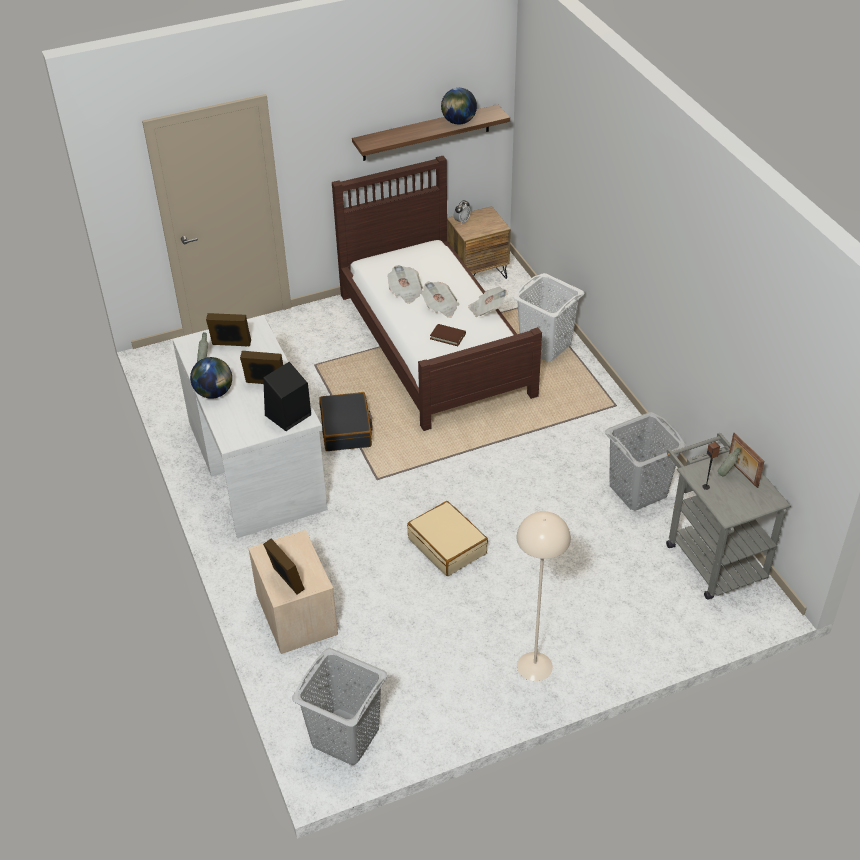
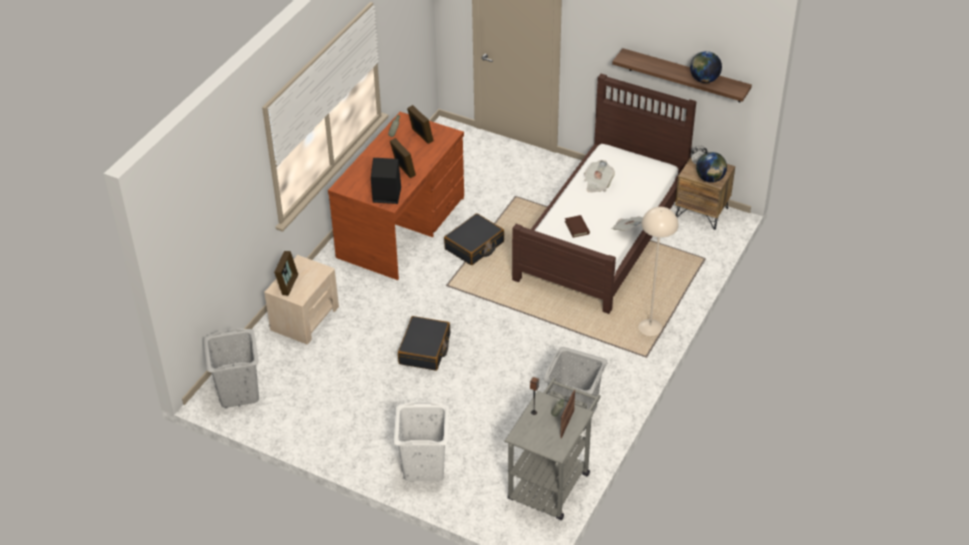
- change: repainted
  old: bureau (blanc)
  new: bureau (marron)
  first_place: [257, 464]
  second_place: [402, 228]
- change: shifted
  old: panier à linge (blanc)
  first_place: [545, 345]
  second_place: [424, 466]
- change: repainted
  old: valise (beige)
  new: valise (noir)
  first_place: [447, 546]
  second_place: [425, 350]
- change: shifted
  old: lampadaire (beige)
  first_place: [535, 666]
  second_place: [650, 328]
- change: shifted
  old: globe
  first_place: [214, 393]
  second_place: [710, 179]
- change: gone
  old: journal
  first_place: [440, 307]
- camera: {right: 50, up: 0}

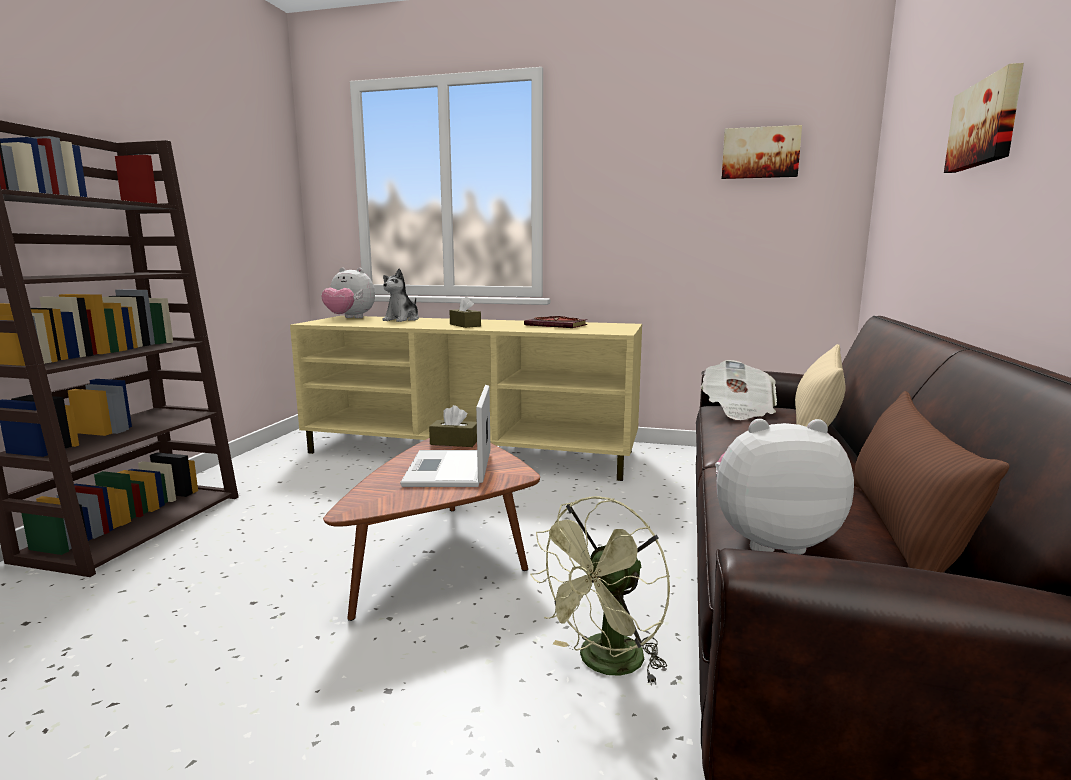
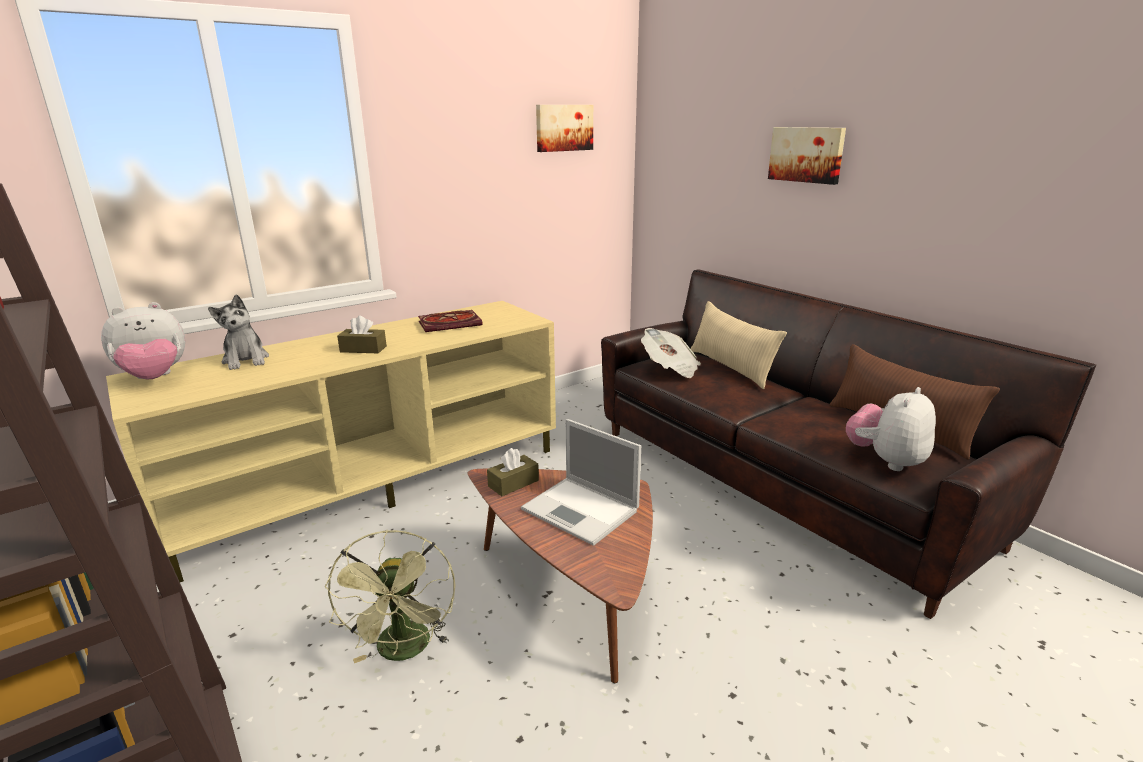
- change: shifted
  old: ventilateur (vert)
  first_place: [604, 665]
  second_place: [405, 651]
- camera: {right: -50, up: 10}

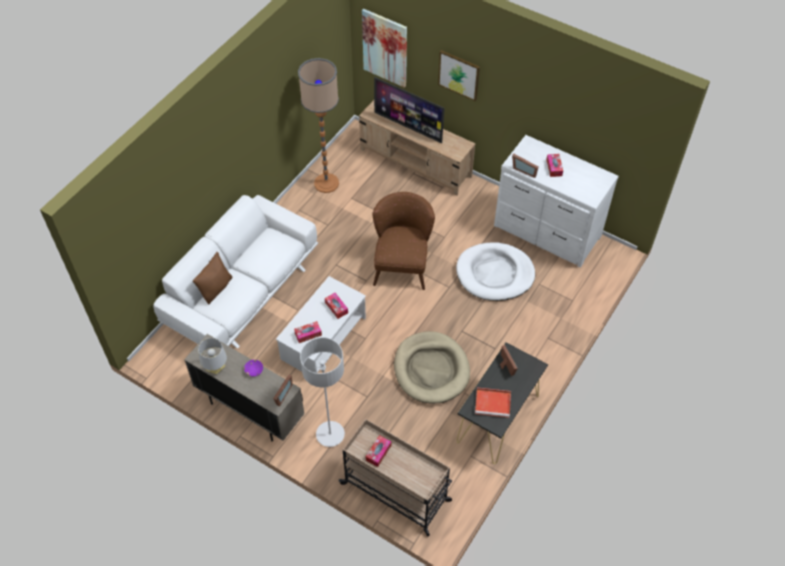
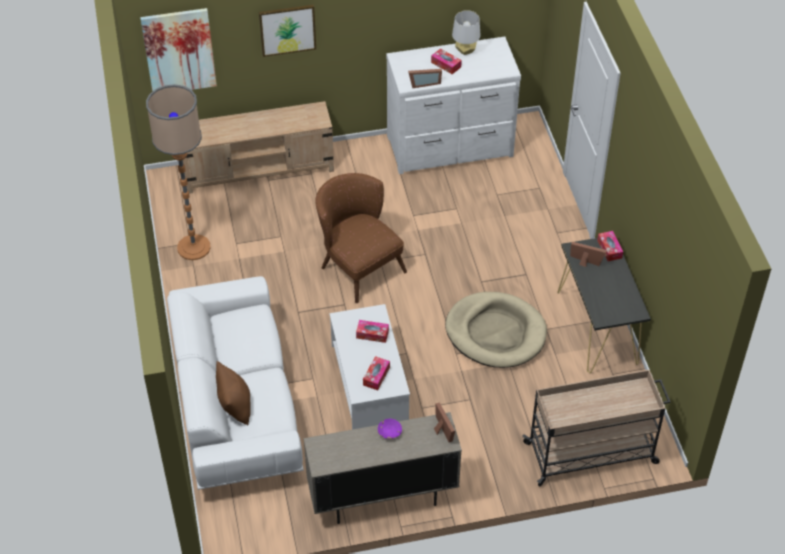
- change: shifted
  old: lampe de table (gris)
  first_place: [216, 368]
  second_place: [465, 51]
- change: shifted
  old: boîte à mouchoirs
  first_place: [378, 453]
  second_place: [609, 249]
- change: gone
  old: lampadaire (gris)
  first_place: [330, 434]
- change: gone
  old: téléviseur
  first_place: [408, 127]
- change: gone
  old: panier pour chien (blanc)
  first_place: [495, 274]
- change: gone
  old: plateau (rouge)
  first_place: [493, 403]
- camera: {right: -45, up: -5}

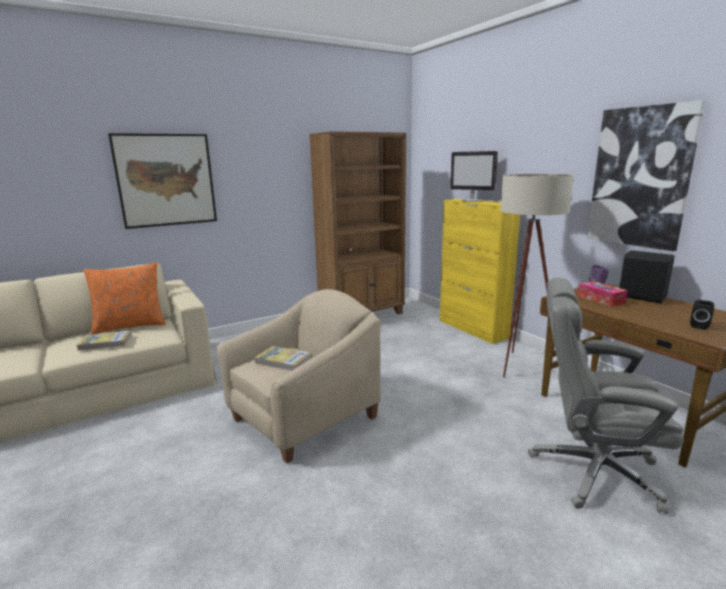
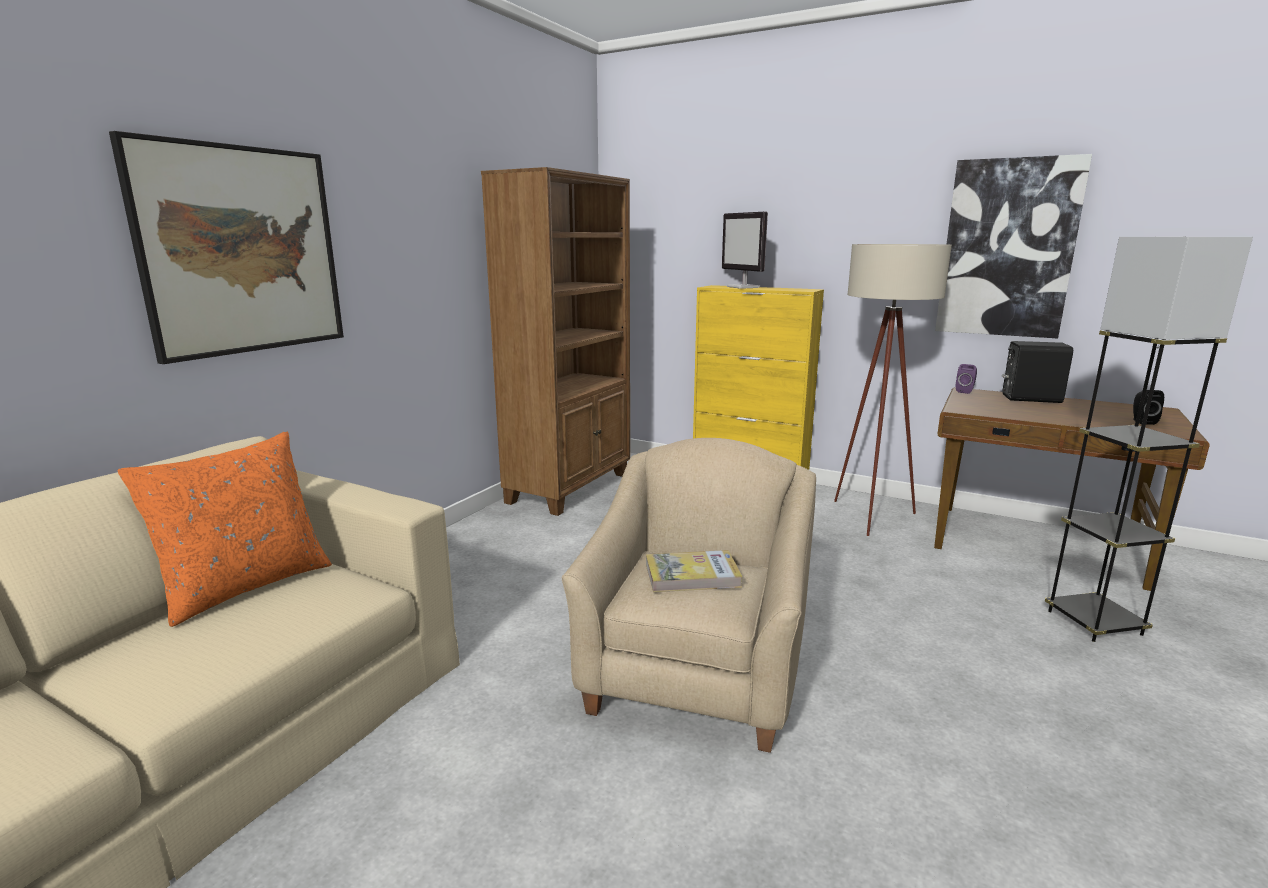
- change: rotated
  old: écran d'ordinateur
  first_place: [472, 201]
  second_place: [743, 287]
  degrees: 60
- change: swapped
  old: chaise de bureau (gris)
  new: lampadaire (gris)
  first_place: [592, 470]
  second_place: [1094, 622]
- change: gone
  old: livre
  first_place: [105, 342]
- change: gone
  old: boîte à mouchoirs
  first_place: [600, 299]
- camera: {right: -30, up: 0}

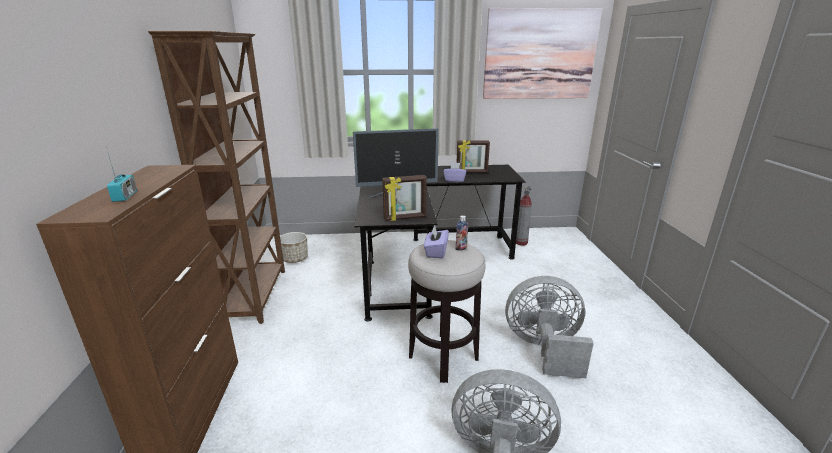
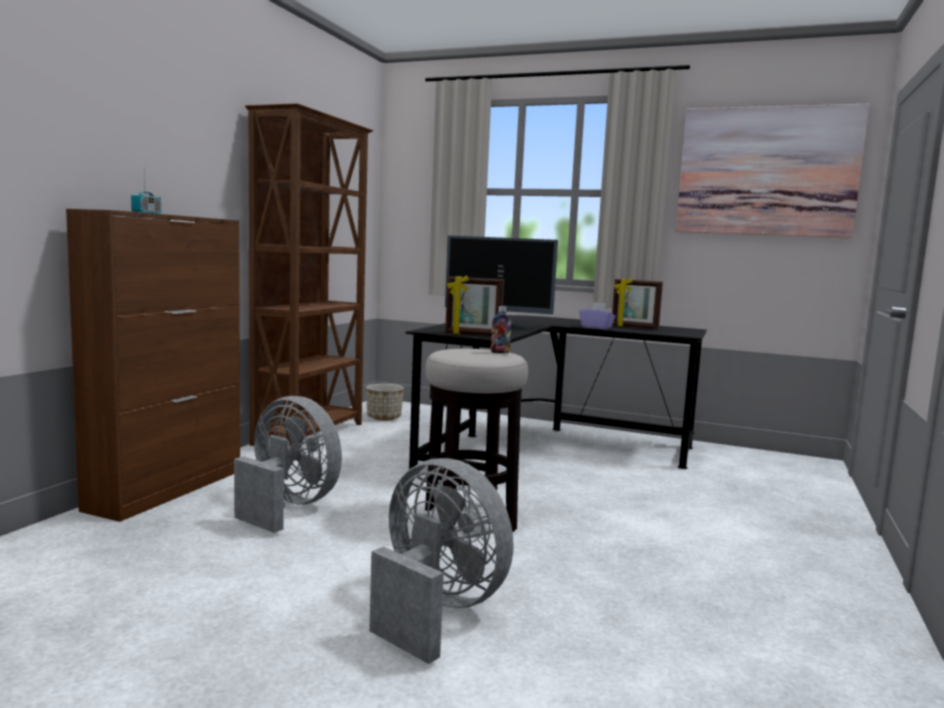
- change: shifted
  old: ventilateur (gris)
  first_place: [544, 349]
  second_place: [288, 507]
- change: gone
  old: boîte à mouchoirs (violet)
  first_place: [436, 252]
- change: gone
  old: extincteur
  first_place: [521, 242]
- camera: {right: 25, up: -15}

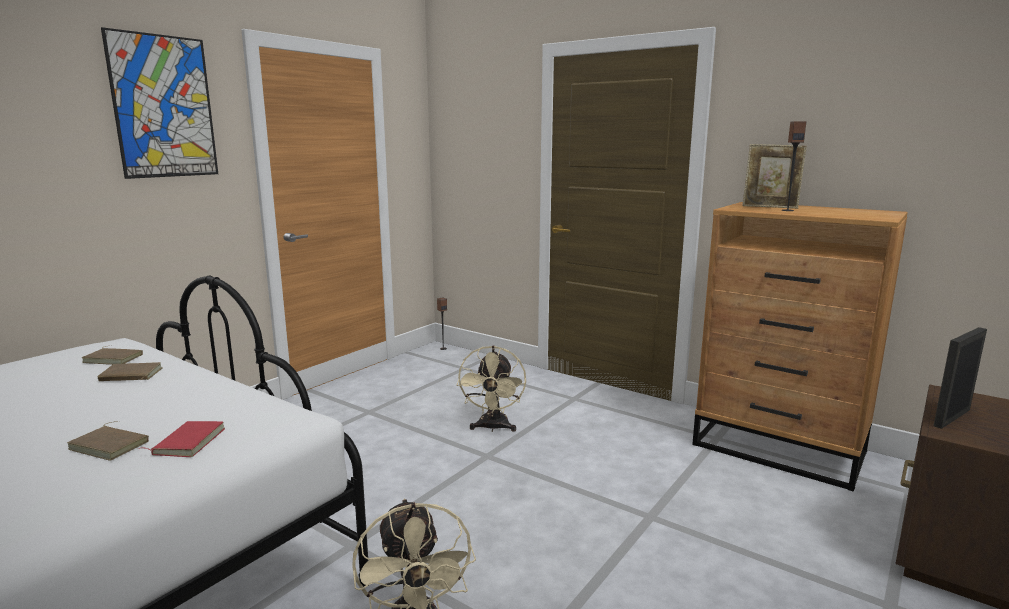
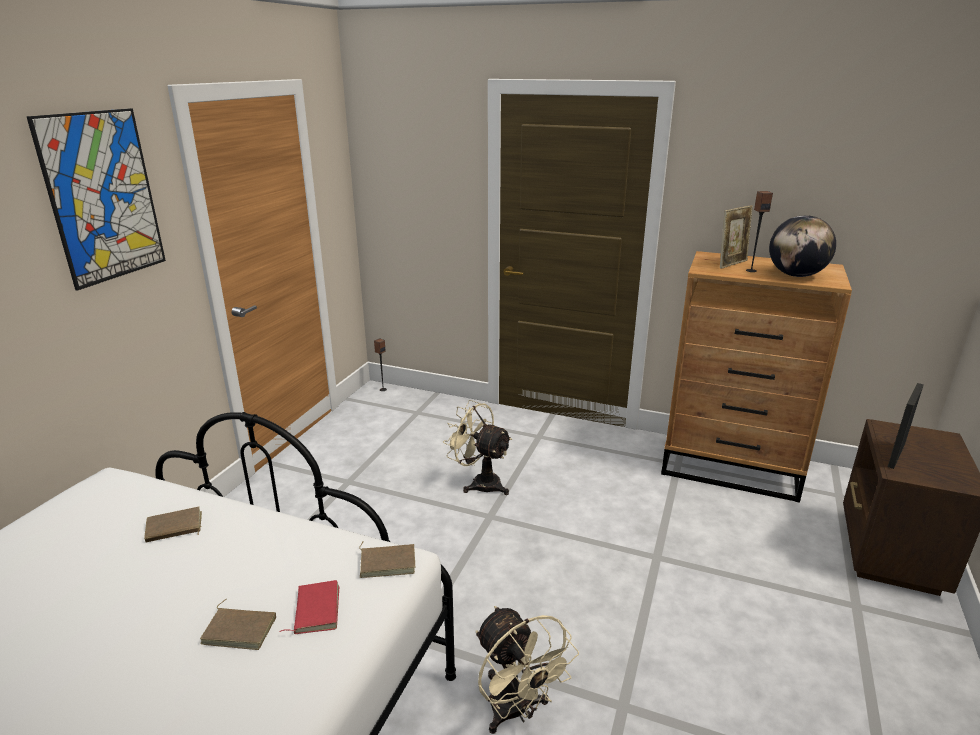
- change: shifted
  old: livre (marron)
  first_place: [114, 358]
  second_place: [388, 562]
- change: rotated
  old: ventilateur (beige)
  first_place: [493, 428]
  second_place: [480, 483]
  degrees: 135
- change: rotated
  old: cadre photo
  first_place: [770, 207]
  second_place: [732, 264]
  degrees: -45
- change: new
  new: globe
  second_place: [796, 275]
- camera: {right: -15, up: 10}

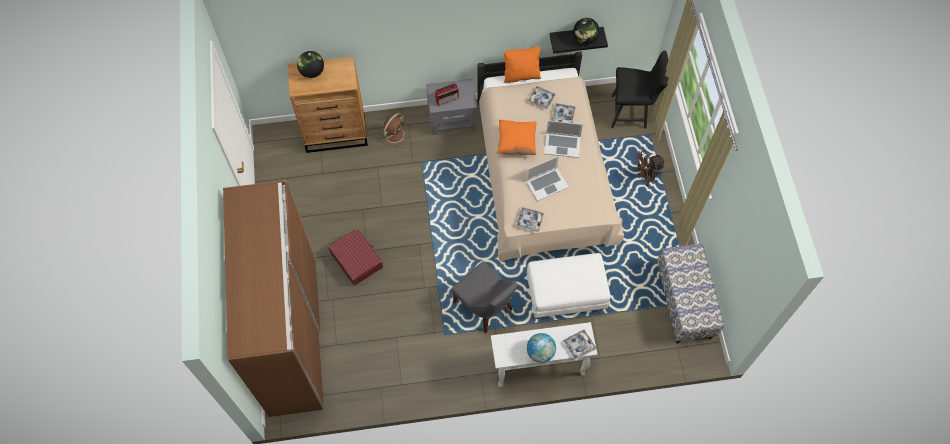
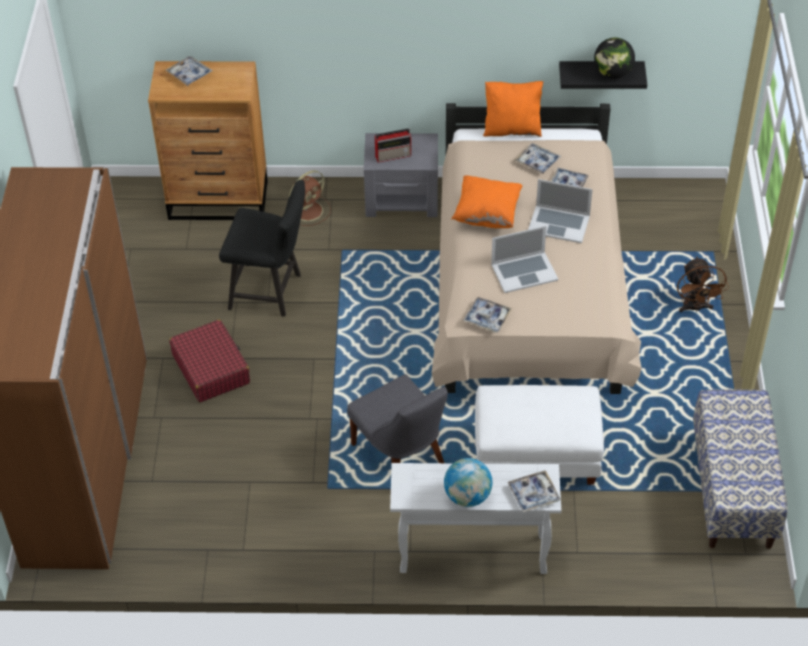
- change: swapped
  old: globe
  new: plateau
  first_place: [312, 72]
  second_place: [189, 74]
- change: shifted
  old: chaise (noir)
  first_place: [632, 112]
  second_place: [271, 292]
- change: rotated
  old: ventilateur (marron)
  first_place: [645, 177]
  second_place: [695, 308]
  degrees: -90
- camera: {right: 10, up: -15}

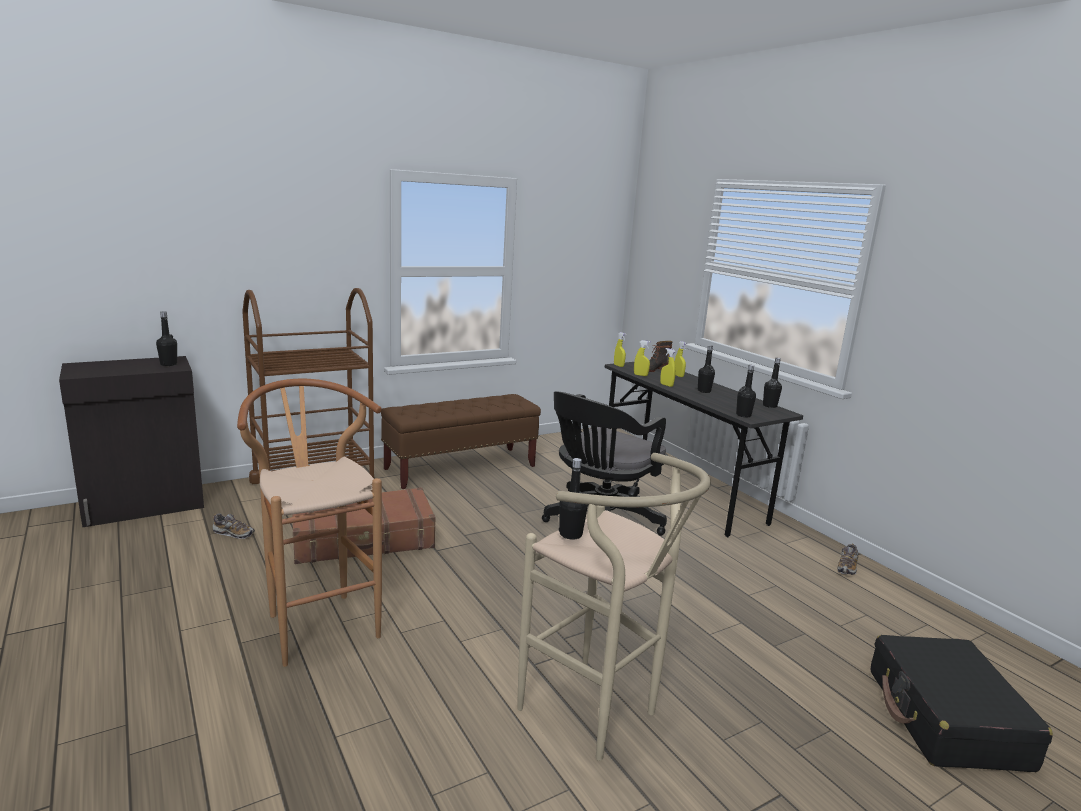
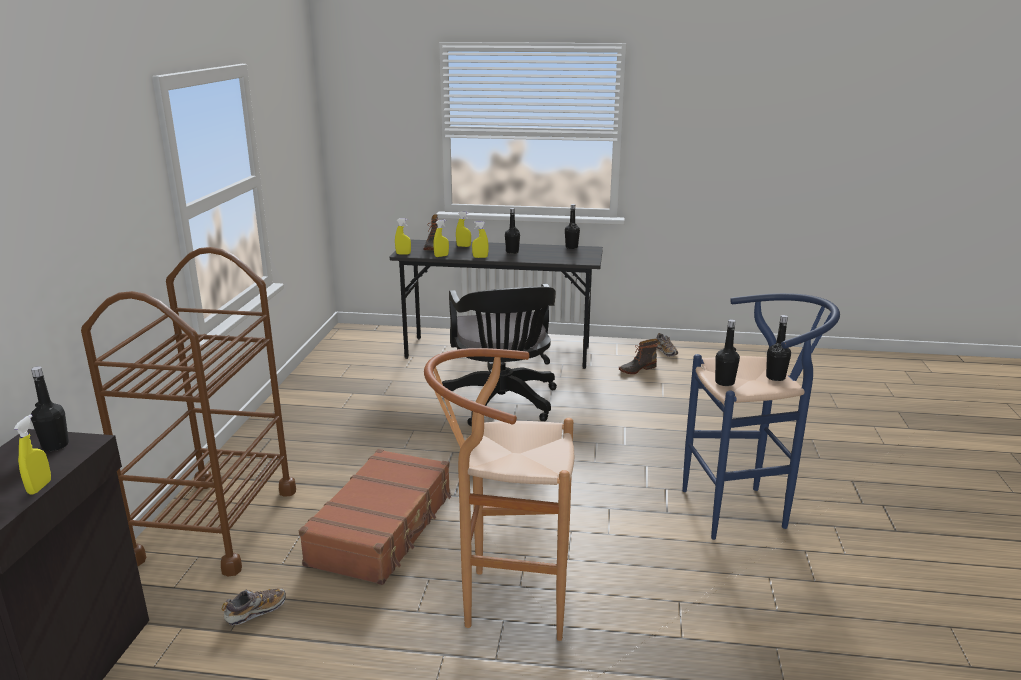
- change: new
  new: vaporisateur (jaune)
  second_place: [39, 487]
- change: new
  new: botte
  second_place: [636, 369]
- change: repainted
  old: tabouret (beige)
  new: tabouret (bleu)
  first_place: [598, 716]
  second_place: [744, 510]
- change: shifted
  old: bouteille (noir)
  first_place: [743, 415]
  second_place: [775, 377]
- change: gone
  old: banc (marron)
  first_place: [461, 468]
- change: gone
  old: valise (noir)
  first_place: [946, 719]
- camera: {right: -50, up: 5}

